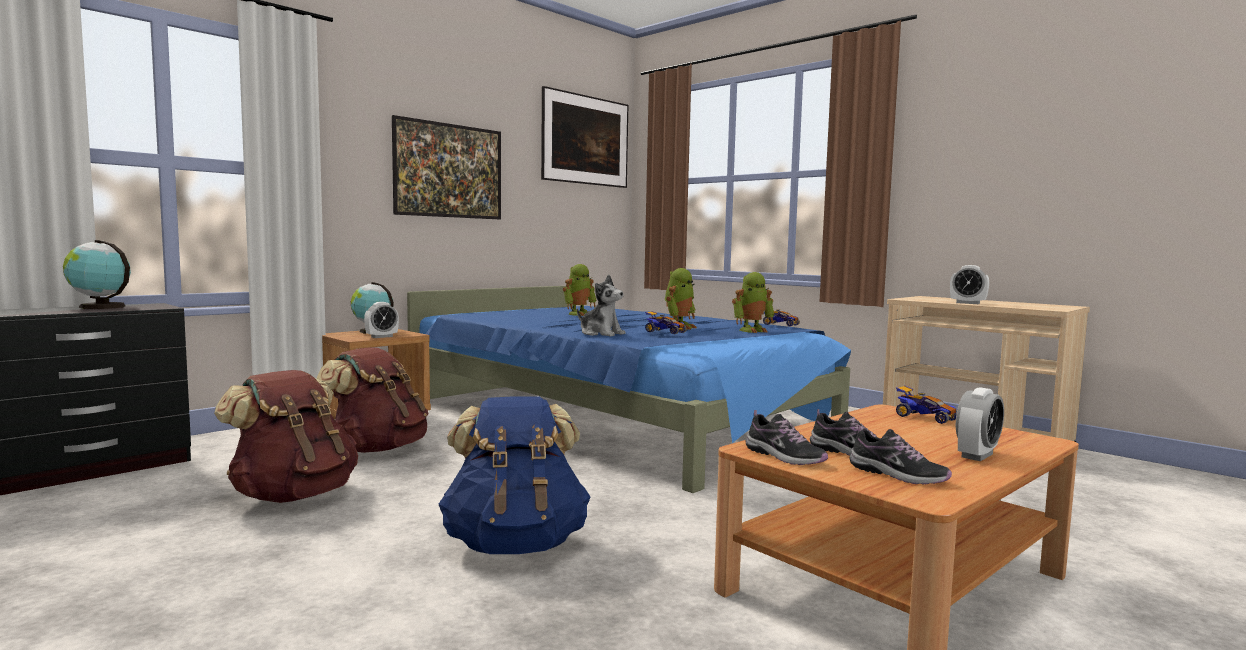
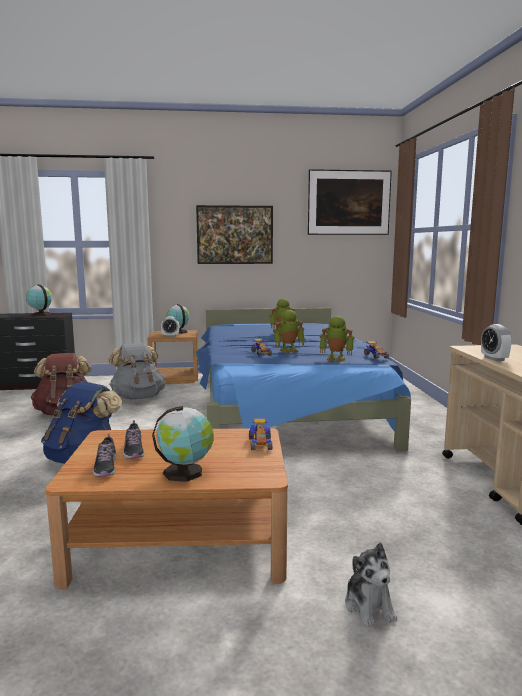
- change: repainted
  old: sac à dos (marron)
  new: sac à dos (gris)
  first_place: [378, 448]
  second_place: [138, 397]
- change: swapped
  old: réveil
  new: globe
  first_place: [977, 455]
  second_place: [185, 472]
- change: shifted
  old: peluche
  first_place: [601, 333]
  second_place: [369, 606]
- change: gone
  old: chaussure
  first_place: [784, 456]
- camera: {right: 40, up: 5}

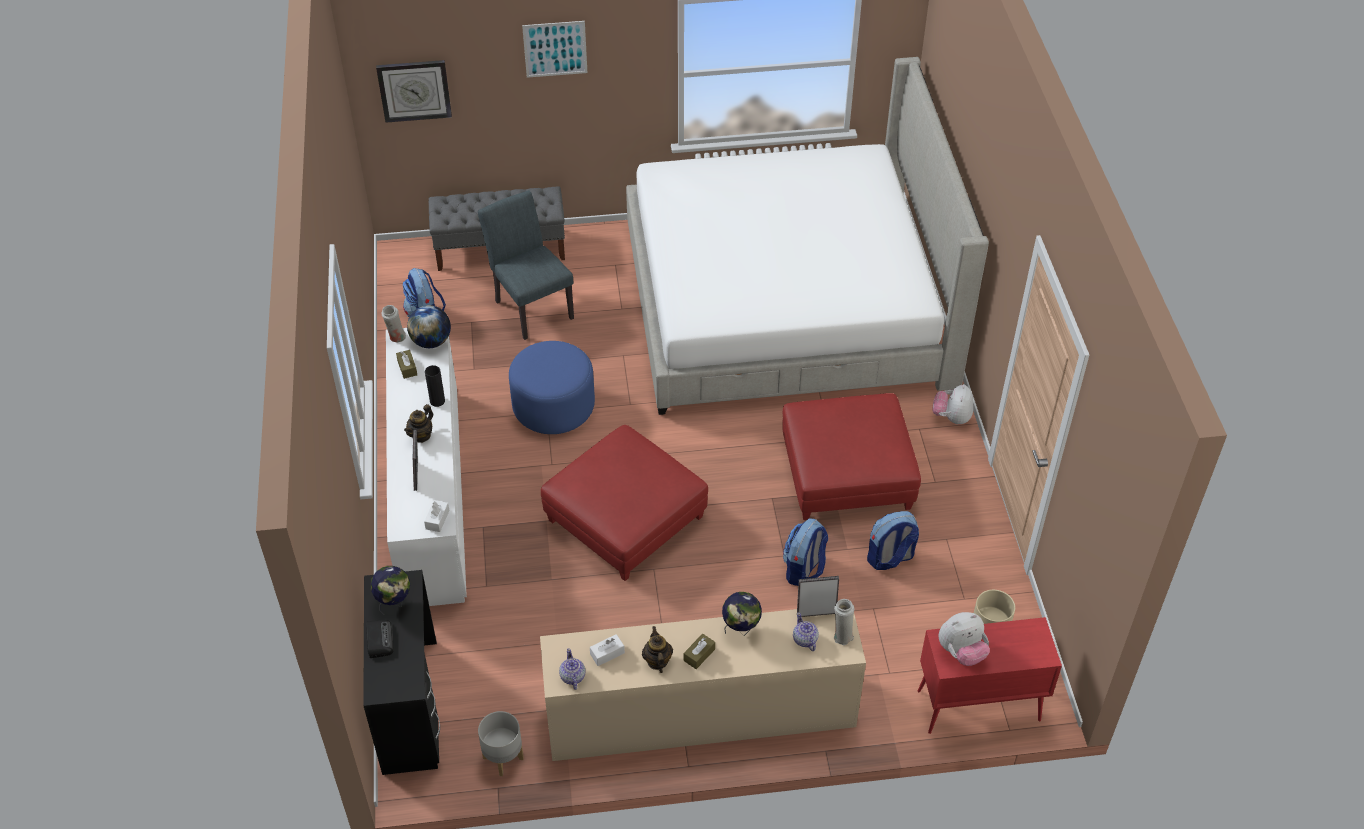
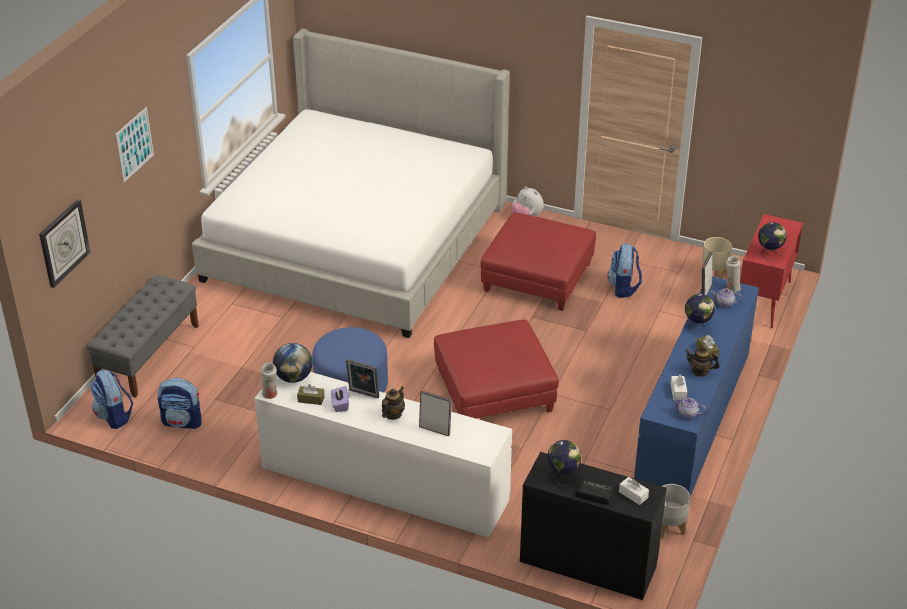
- change: shifted
  old: sac à dos
  first_place: [804, 570]
  second_place: [114, 416]
- change: new
  new: boîte à mouchoirs (violet)
  second_place: [340, 405]
- change: swapped
  old: vase (noir)
  new: cadre photo
  first_place: [437, 401]
  second_place: [363, 395]
- change: rotated
  old: théière
  first_place: [421, 435]
  second_place: [393, 414]
  degrees: -120
- change: shifted
  old: boîte à mouchoirs (blanc)
  first_place: [437, 519]
  second_place: [633, 495]
- change: repainted
  old: commode (beige)
  new: commode (bleu)
  first_place: [700, 714]
  second_place: [694, 418]
- change: swapped
  old: peluche
  new: globe
  first_place: [961, 652]
  second_place: [769, 253]
- change: gone
  old: chaise (gris)
  first_place: [530, 306]
- camera: {right: -60, up: -10}

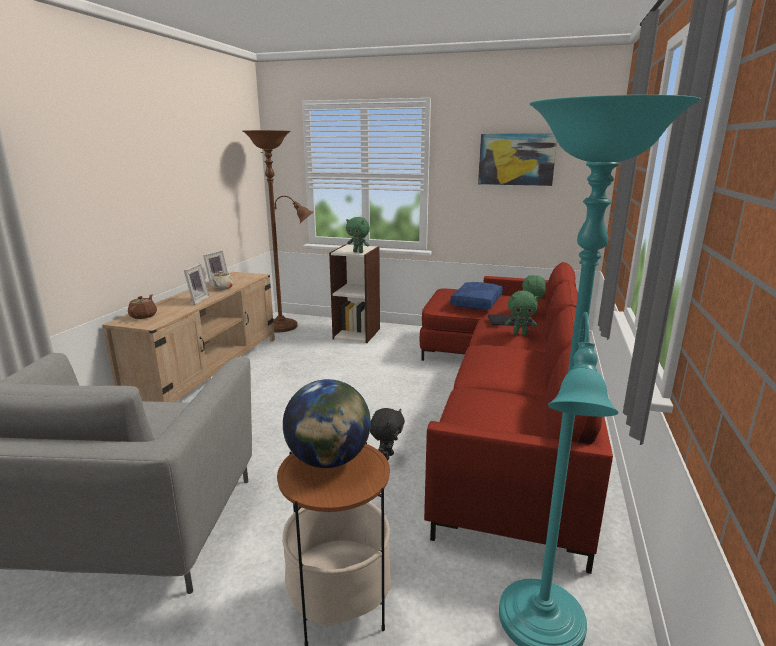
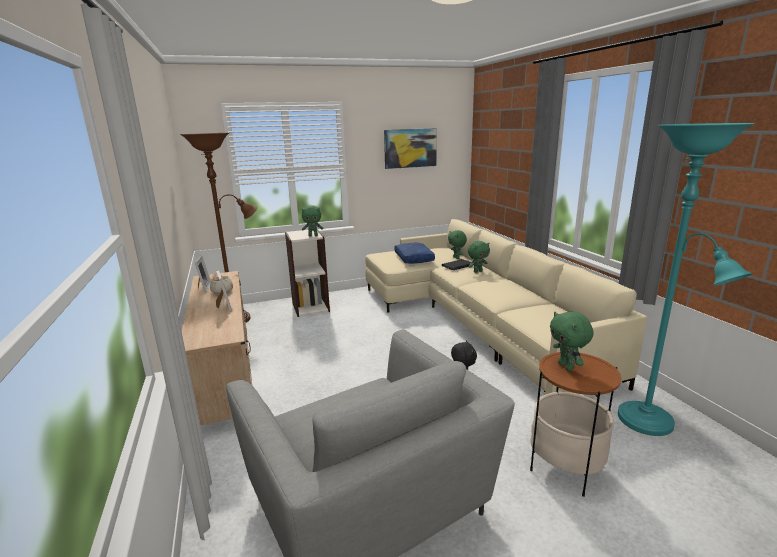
- change: repainted
  old: canapé (rouge)
  new: canapé (beige)
  first_place: [505, 398]
  second_place: [472, 319]
- change: swapped
  old: globe
  new: peluche (vert)
  first_place: [329, 460]
  second_place: [567, 366]
- change: gone
  old: théière (marron)
  first_place: [144, 316]
- camera: {right: -35, up: 0}

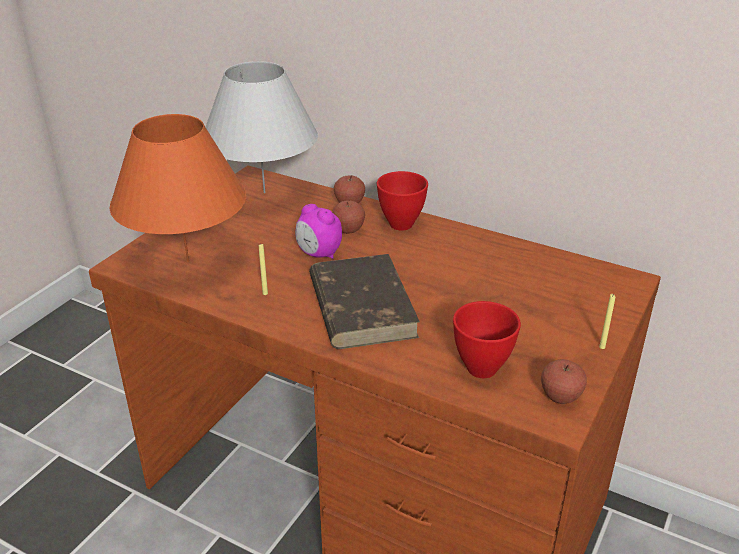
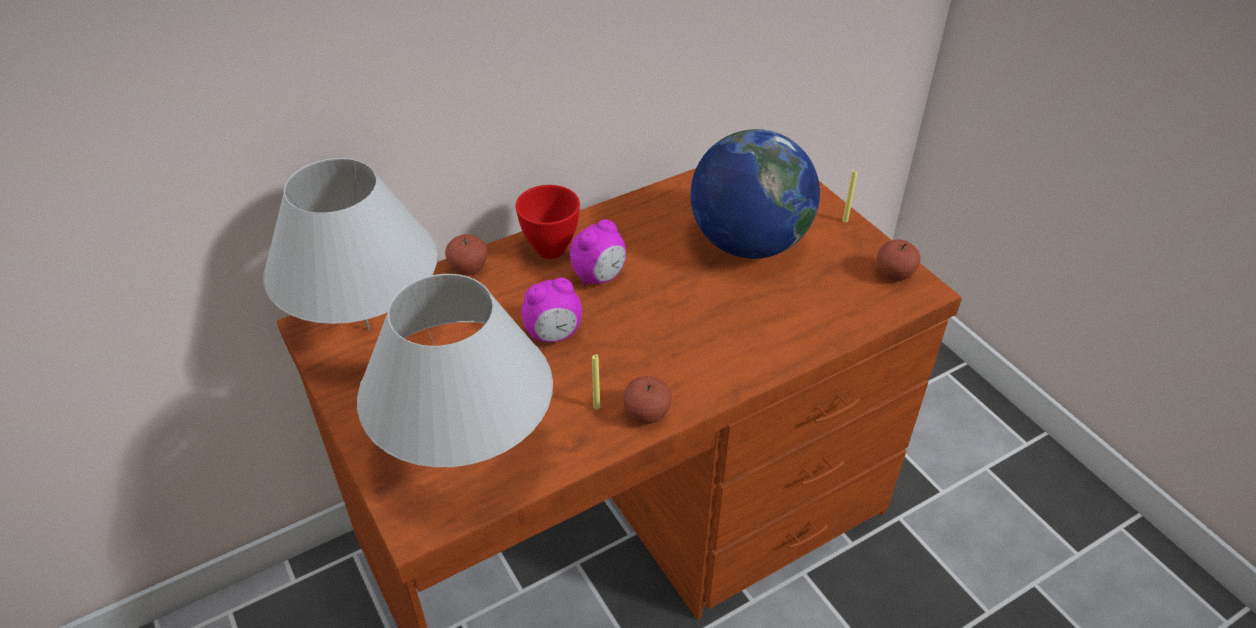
- change: repainted
  old: lampe de table (orange)
  new: lampe de table (blanc)
  first_place: [188, 261]
  second_place: [468, 454]
- change: new
  new: réveil
  second_place: [599, 277]
- change: shifted
  old: pomme
  first_place: [348, 230]
  second_place: [646, 414]
- change: new
  new: globe
  second_place: [748, 243]
- change: gone
  old: livre (marron)
  first_place: [361, 306]
- change: gone
  old: bol (rouge)
  first_place: [480, 368]
- camera: {right: -60, up: 10}

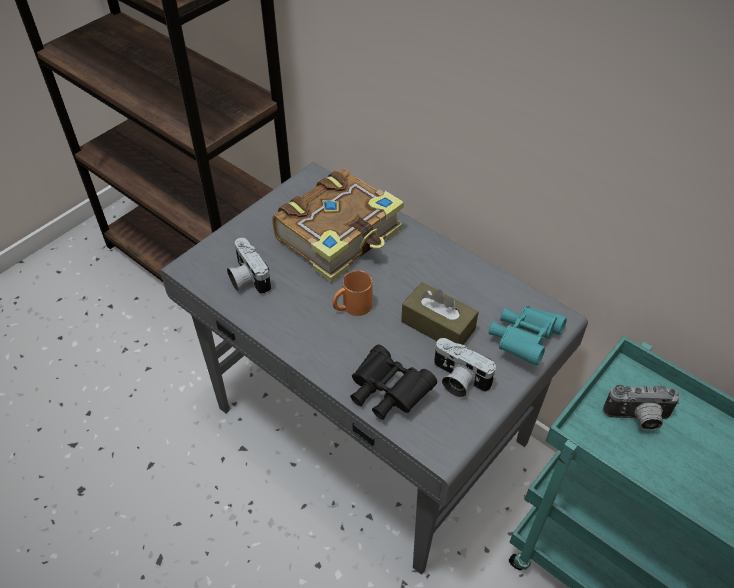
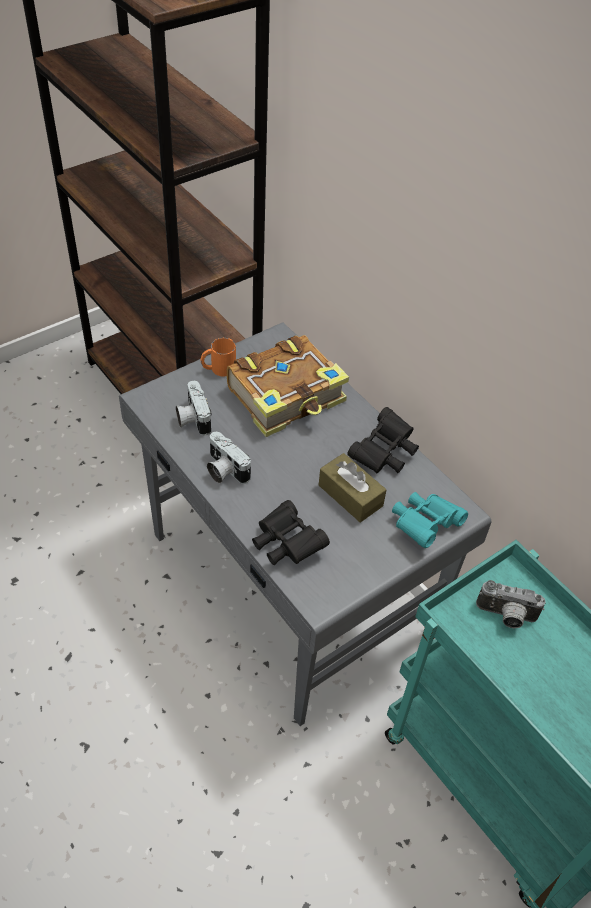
- change: shifted
  old: mug (orange)
  first_place: [352, 307]
  second_place: [218, 368]
- change: shifted
  old: appareil photo
  first_place: [458, 380]
  second_place: [224, 470]
- change: new
  new: jumelles (noir)
  second_place: [384, 453]
- camera: {right: 10, up: 0}

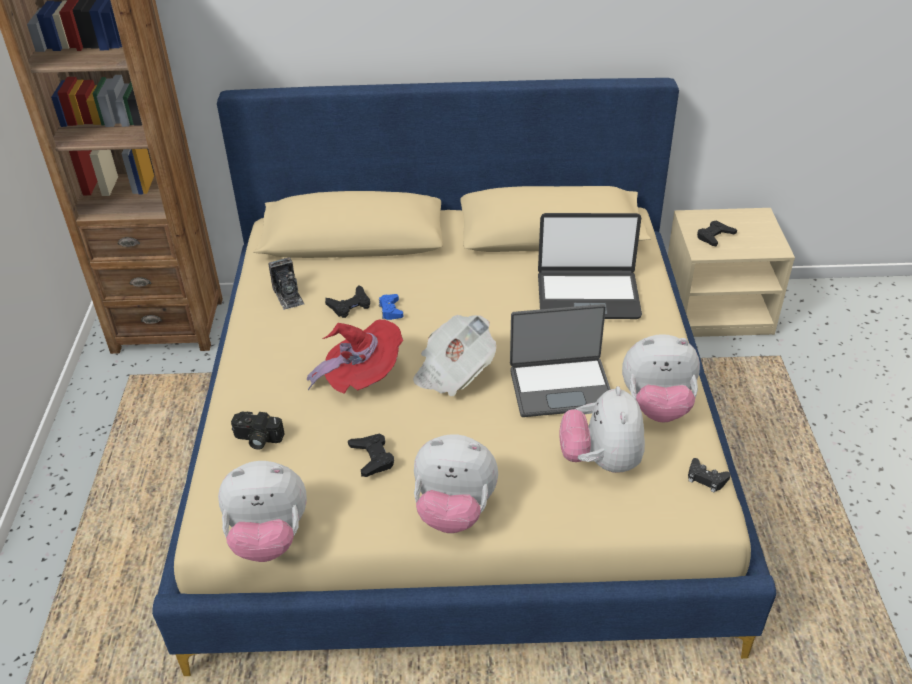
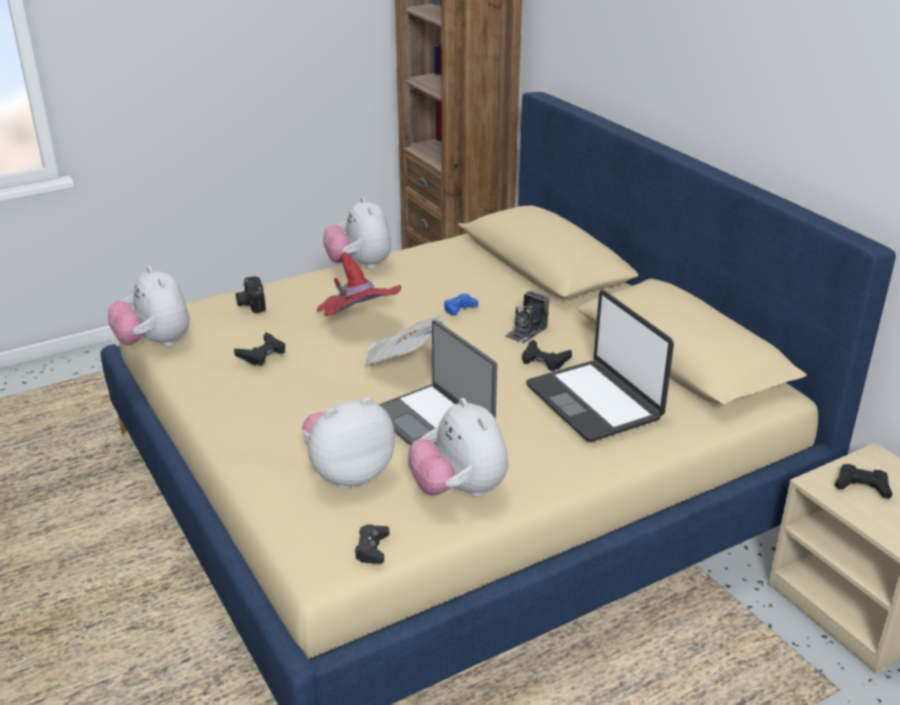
- change: shifted
  old: peluche
  first_place: [454, 511]
  second_place: [360, 265]
- change: shifted
  old: appareil photo
  first_place: [288, 296]
  second_place: [526, 332]
- change: shifted
  old: manette (noir)
  first_place: [350, 305]
  second_place: [544, 360]
- camera: {right: 60, up: -10}

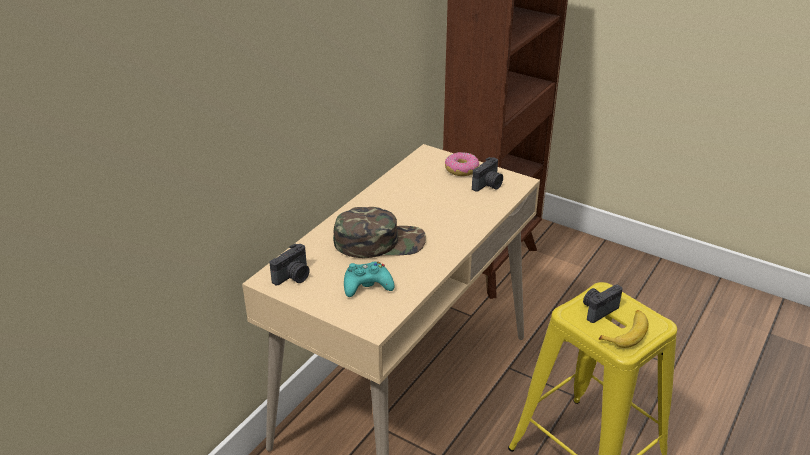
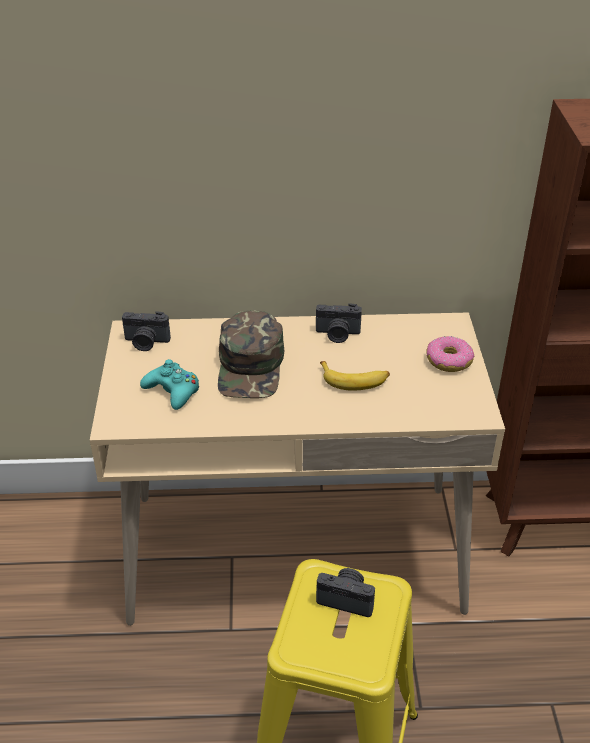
- change: rotated
  old: casquette (vert)
  first_place: [379, 241]
  second_place: [251, 366]
  degrees: 45
- change: shifted
  old: appareil photo
  first_place: [488, 185]
  second_place: [337, 334]
- change: shifted
  old: banane
  first_place: [626, 333]
  second_place: [354, 380]
- camera: {right: 55, up: 5}

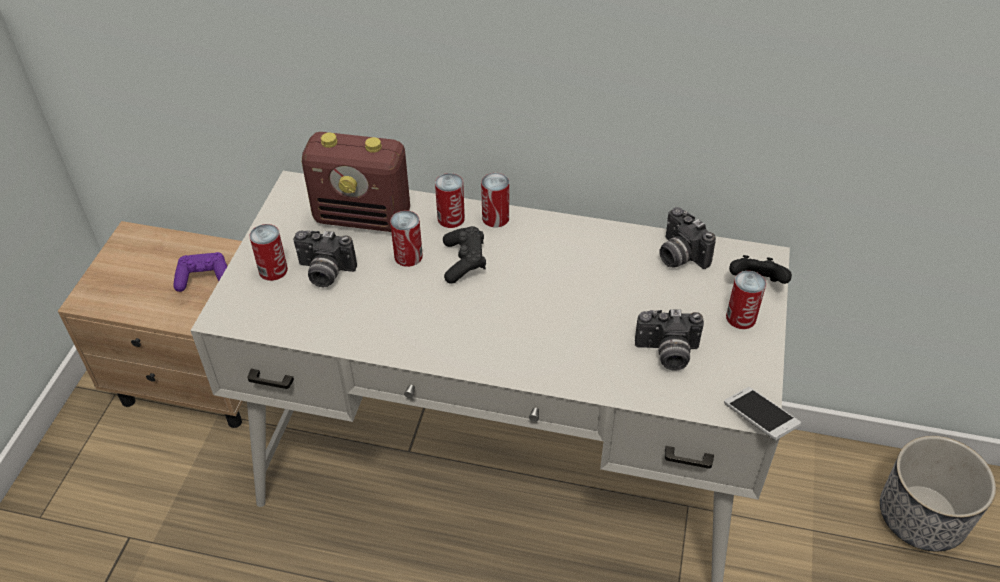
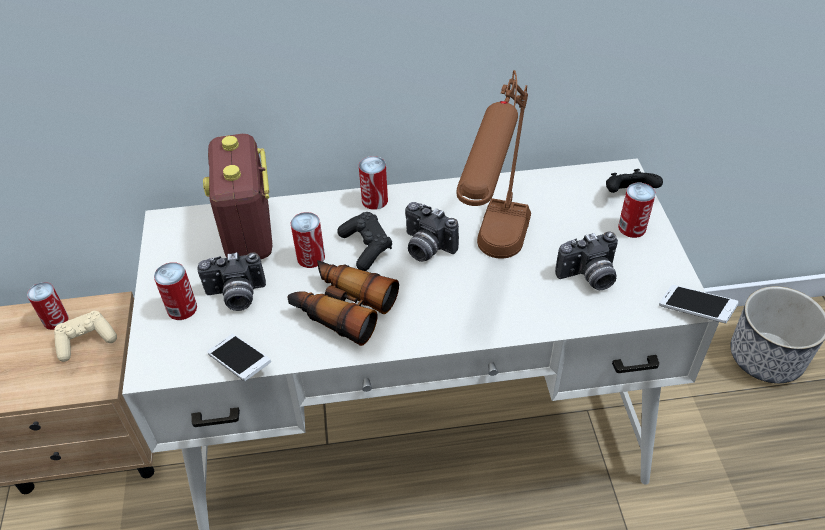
- change: shifted
  old: boîte métallique
  first_place: [451, 218]
  second_place: [55, 320]
- change: repainted
  old: manette (violet)
  new: manette (beige)
  first_place: [204, 278]
  second_place: [86, 341]
- change: rotated
  old: radio
  first_place: [363, 217]
  second_place: [249, 233]
  degrees: 90
- change: new
  new: téléphone
  second_place: [240, 363]
- change: new
  new: jumelles
  second_place: [342, 308]
- change: shifted
  old: appareil photo
  first_place: [679, 256]
  second_place: [425, 248]
- change: new
  new: lampe de table (marron)
  second_place: [492, 266]
- camera: {right: -20, up: 0}

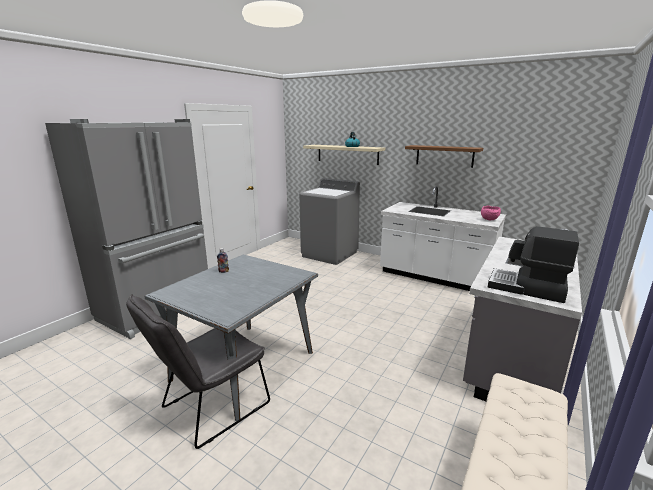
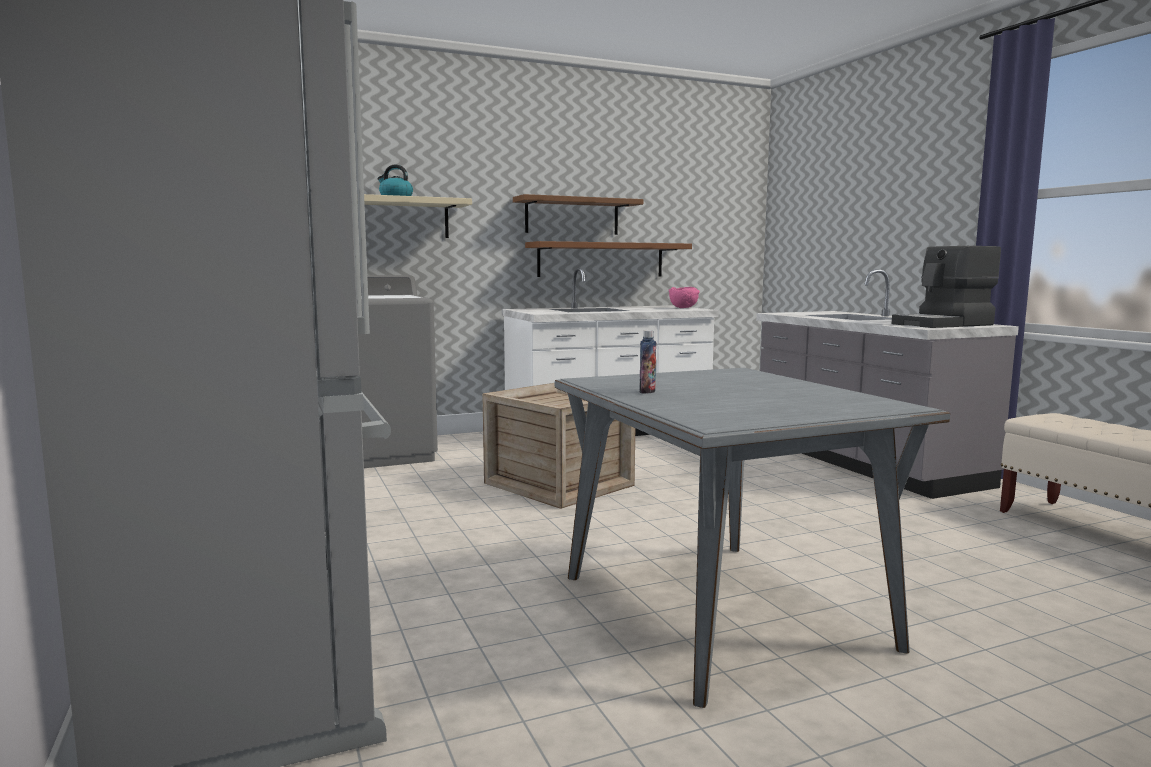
- change: new
  new: caisse
  second_place: [558, 483]
- change: new
  new: étagère (marron)
  second_place: [601, 260]
- change: gone
  old: chaise (gris)
  first_place: [209, 409]
- camera: {right: -55, up: -10}

